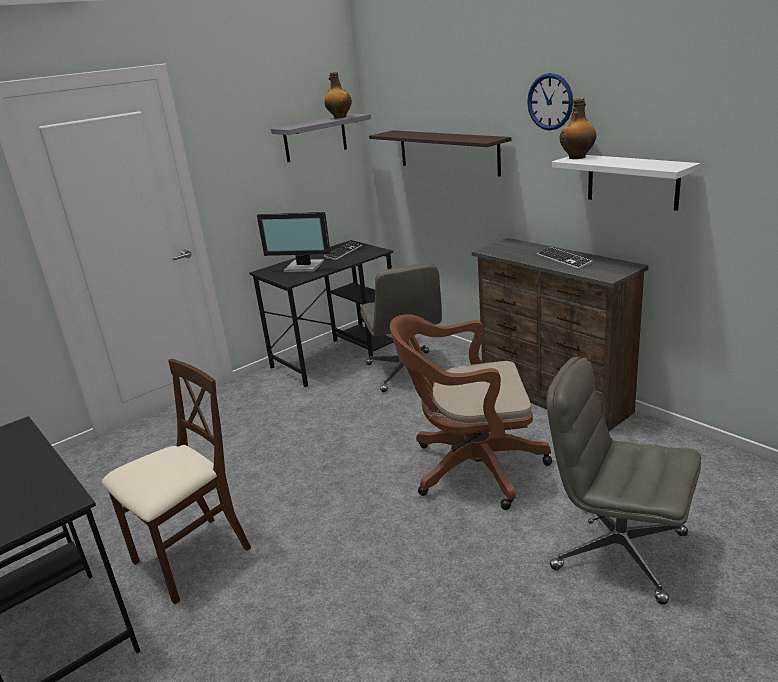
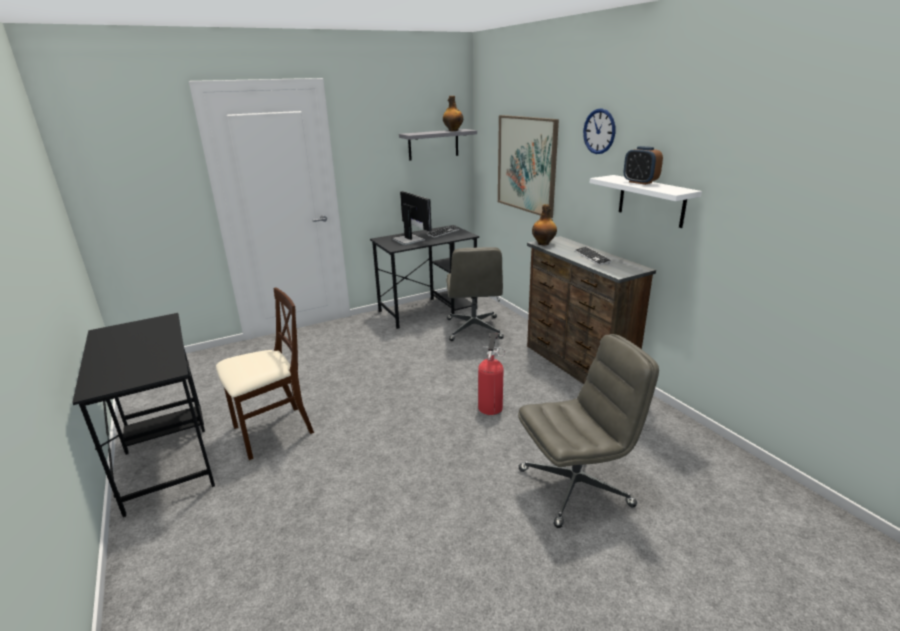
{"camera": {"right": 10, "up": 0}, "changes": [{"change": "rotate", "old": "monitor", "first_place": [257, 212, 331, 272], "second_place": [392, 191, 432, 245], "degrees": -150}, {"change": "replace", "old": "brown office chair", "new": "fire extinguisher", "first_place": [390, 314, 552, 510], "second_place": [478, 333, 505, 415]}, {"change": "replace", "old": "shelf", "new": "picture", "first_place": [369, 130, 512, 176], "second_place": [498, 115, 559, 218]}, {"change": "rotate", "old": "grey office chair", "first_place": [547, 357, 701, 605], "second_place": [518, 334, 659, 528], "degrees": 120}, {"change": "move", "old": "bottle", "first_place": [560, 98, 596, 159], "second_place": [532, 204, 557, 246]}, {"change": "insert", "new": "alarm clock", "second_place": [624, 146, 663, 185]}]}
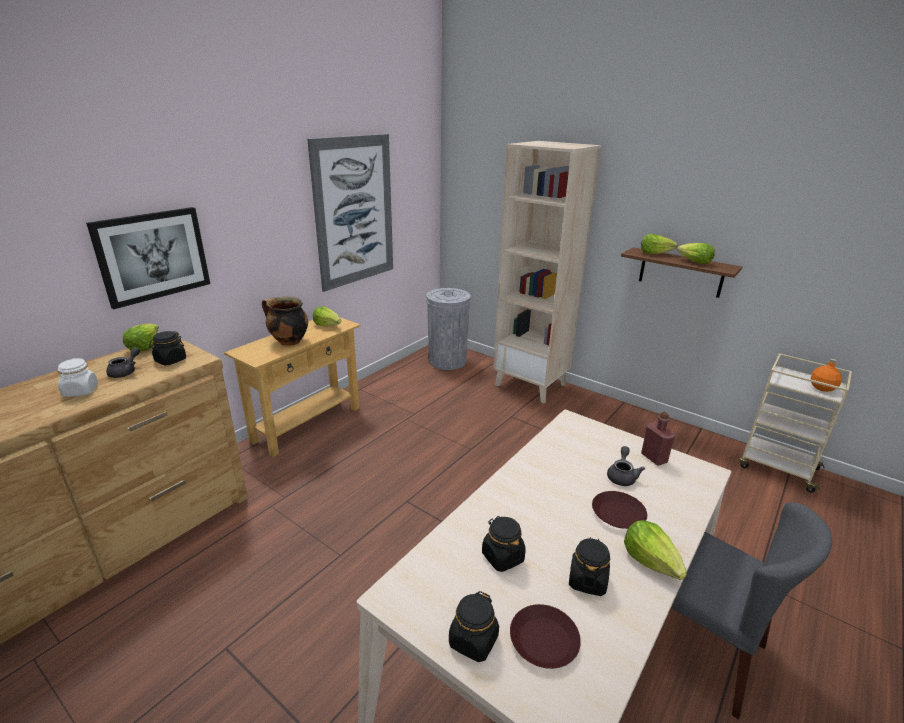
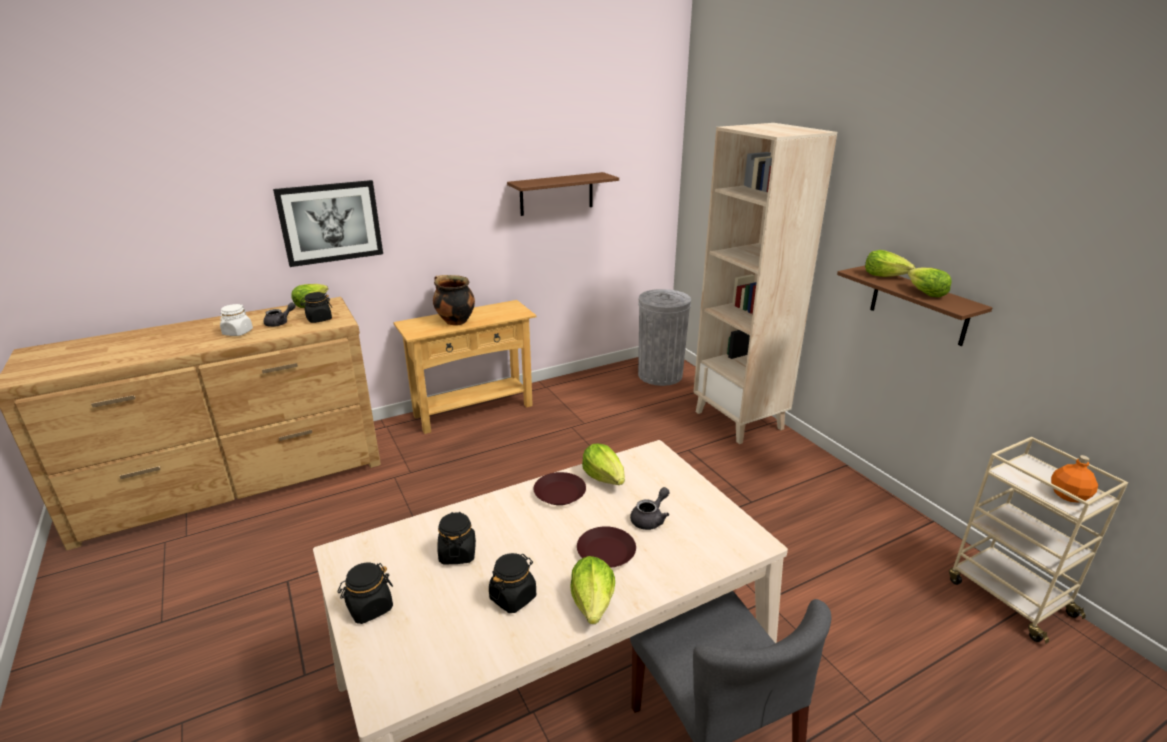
{"camera": {"right": 25, "up": 0}, "changes": [{"change": "replace", "old": "picture", "new": "brown shelf", "first_place": [307, 134, 393, 292], "second_place": [507, 172, 619, 216]}, {"change": "move", "old": "brown plate", "first_place": [510, 604, 581, 669], "second_place": [534, 472, 586, 505]}, {"change": "move", "old": "lettuce", "first_place": [313, 306, 341, 326], "second_place": [582, 444, 625, 485]}, {"change": "delete", "old": "red bottle", "first_place": [641, 412, 676, 466]}]}
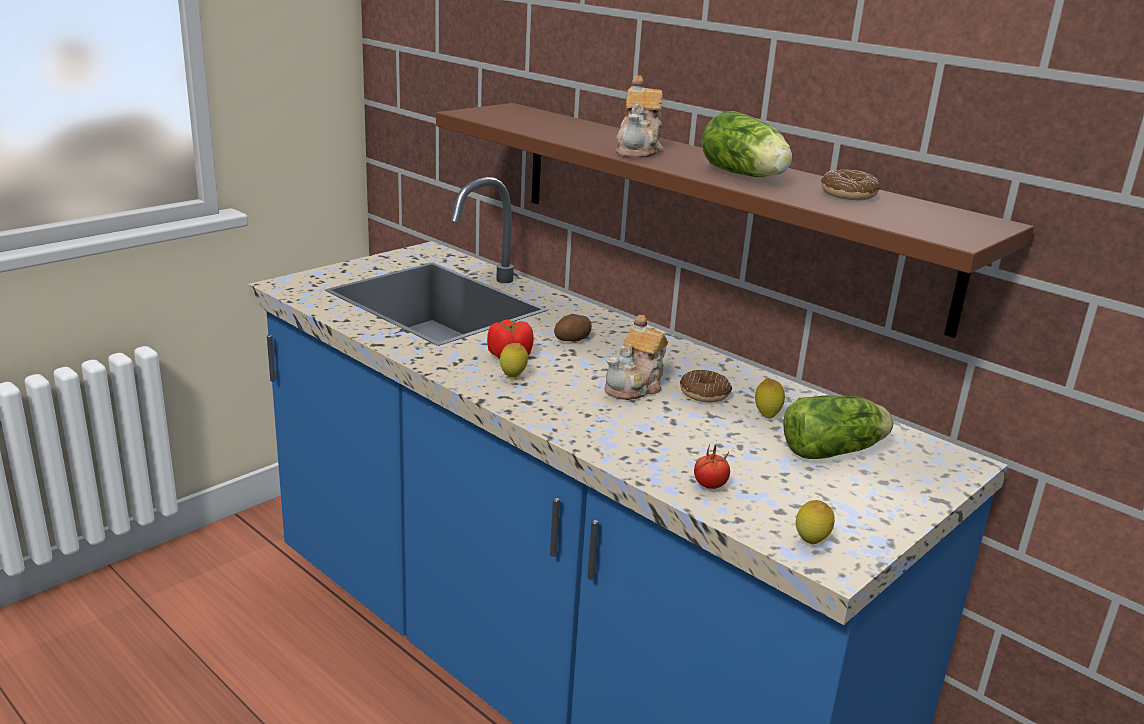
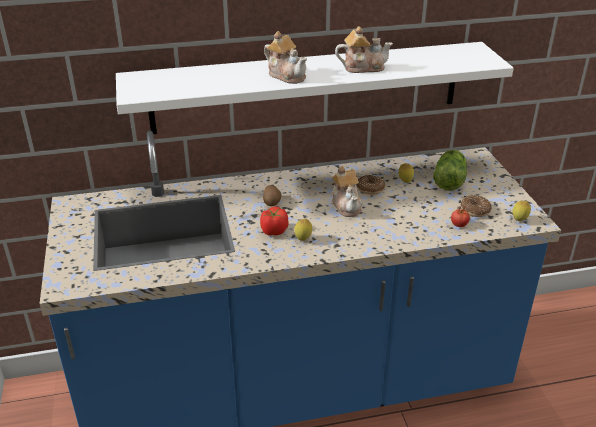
{"camera": {"right": -55, "up": 10}, "changes": [{"change": "recolor", "old": "brown shelf", "new": "white shelf", "first_place": [436, 103, 1034, 338], "second_place": [116, 42, 514, 134]}, {"change": "replace", "old": "lettuce", "new": "teapot", "first_place": [702, 111, 792, 177], "second_place": [335, 26, 393, 73]}, {"change": "move", "old": "donut", "first_place": [821, 170, 880, 200], "second_place": [461, 195, 492, 217]}]}
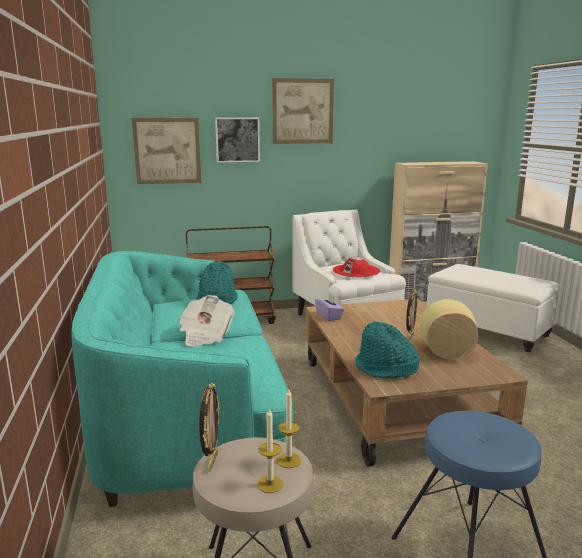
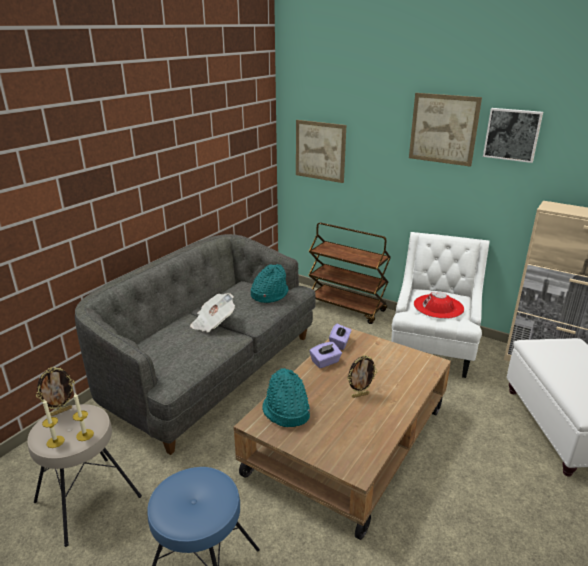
{"camera": {"right": 45, "up": 10}, "changes": [{"change": "recolor", "old": "turquoise sofa", "new": "grey sofa", "first_place": [71, 251, 293, 507], "second_place": [75, 234, 316, 455]}, {"change": "insert", "new": "purple tissue box", "second_place": [310, 342, 342, 368]}, {"change": "move", "old": "picture", "first_place": [215, 117, 260, 163], "second_place": [483, 108, 543, 163]}, {"change": "delete", "old": "vase", "first_place": [420, 299, 478, 359]}]}
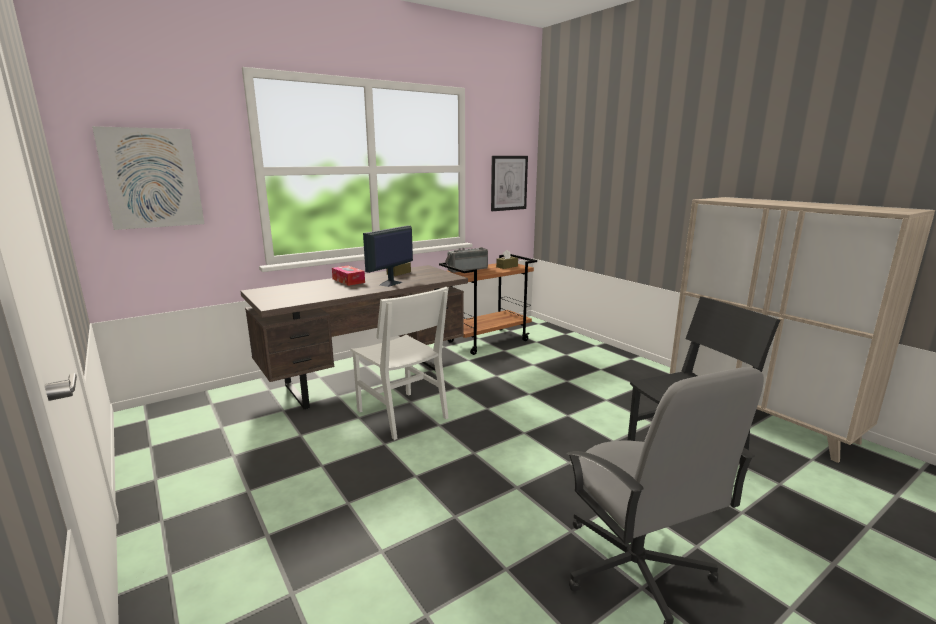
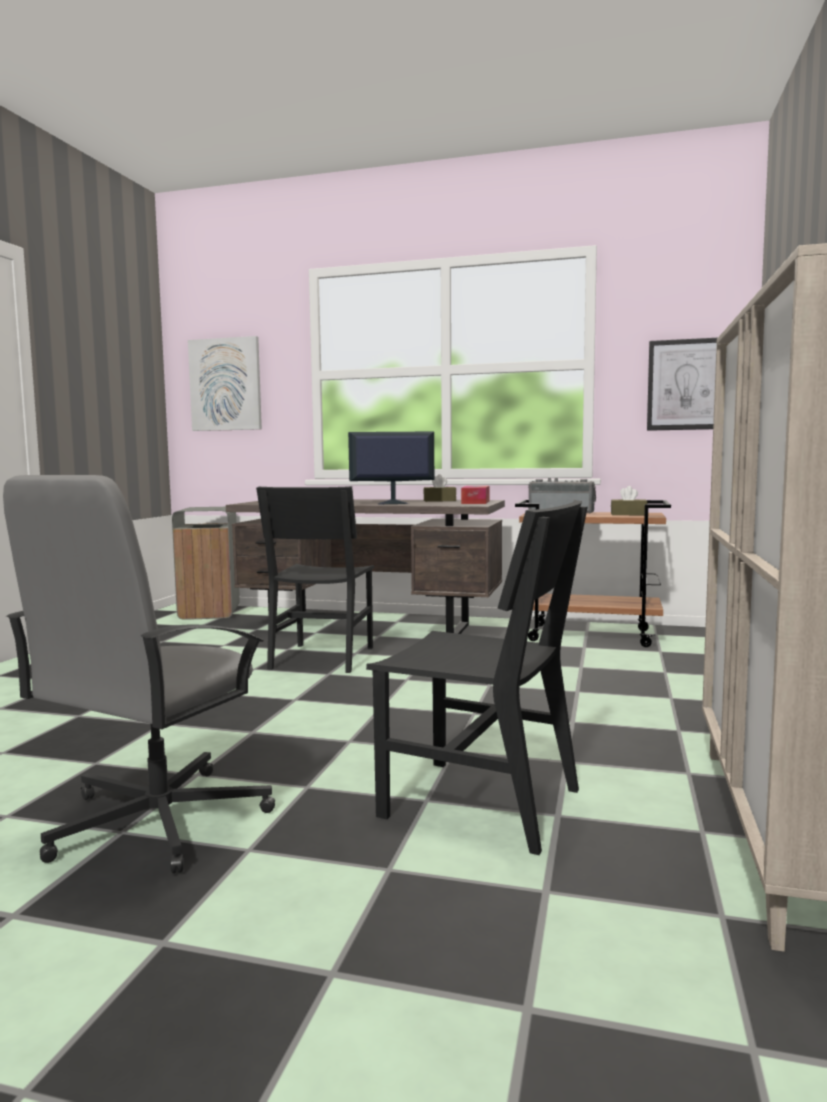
{"camera": {"right": 50, "up": -10}, "changes": [{"change": "insert", "new": "grey trash can", "second_place": [172, 507, 240, 620]}, {"change": "recolor", "old": "white chair", "new": "black chair", "first_place": [350, 287, 449, 440], "second_place": [256, 486, 374, 673]}, {"change": "move", "old": "tissue box", "first_place": [332, 266, 365, 286], "second_place": [461, 486, 490, 504]}]}
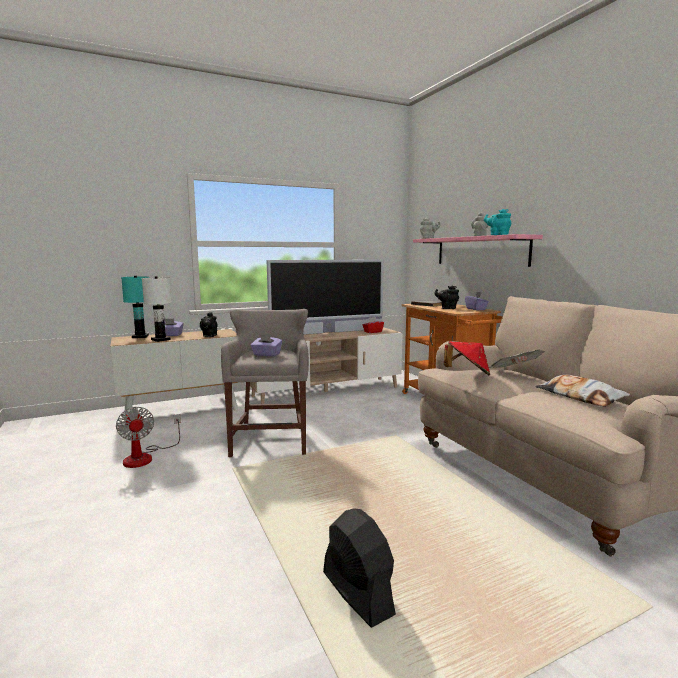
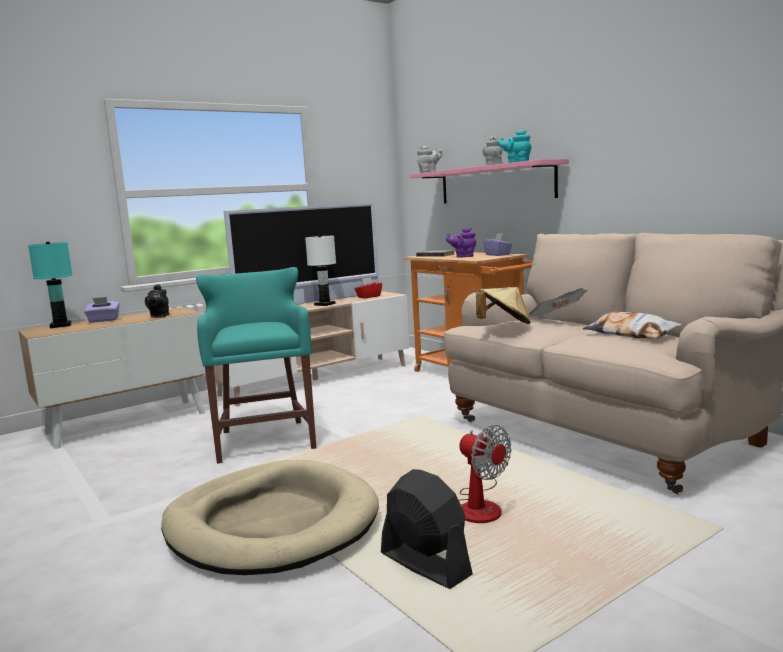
{"camera": {"right": -10, "up": 0}, "changes": [{"change": "insert", "new": "beige dog bed", "second_place": [161, 460, 379, 575]}, {"change": "recolor", "old": "grey stool", "new": "turquoise stool", "first_place": [221, 309, 309, 457], "second_place": [196, 267, 316, 464]}, {"change": "move", "old": "white table lamp", "first_place": [142, 276, 172, 342], "second_place": [305, 235, 336, 306]}, {"change": "recolor", "old": "black teapot", "new": "purple teapot", "first_place": [434, 286, 459, 309], "second_place": [446, 228, 476, 258]}, {"change": "move", "old": "fan", "first_place": [116, 407, 181, 468], "second_place": [459, 425, 511, 523]}, {"change": "recolor", "old": "red hat", "new": "beige hat", "first_place": [444, 342, 490, 375], "second_place": [476, 287, 531, 324]}, {"change": "delete", "old": "purple tissue box", "first_place": [251, 334, 282, 357]}]}
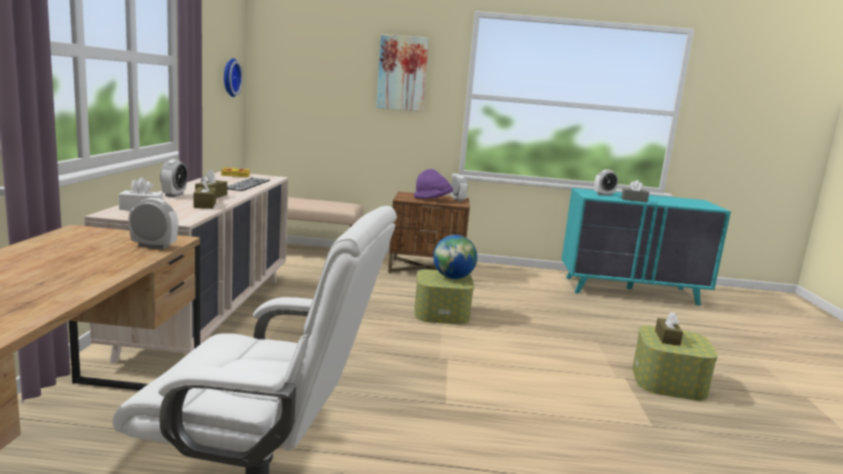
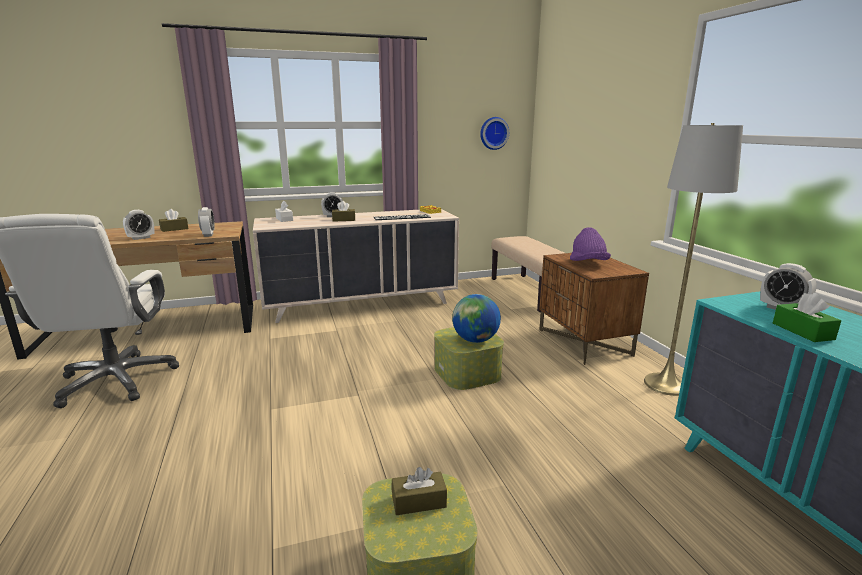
{"camera": {"right": 70, "up": 5}, "changes": [{"change": "move", "old": "alarm clock", "first_place": [451, 176, 468, 201], "second_place": [123, 210, 154, 240]}, {"change": "move", "old": "brown tissue box", "first_place": [193, 176, 216, 209], "second_place": [159, 209, 189, 232]}, {"change": "insert", "new": "grey floor lamp", "second_place": [644, 123, 743, 396]}, {"change": "recolor", "old": "grey tissue box", "new": "green tissue box", "first_place": [621, 180, 649, 202], "second_place": [773, 293, 841, 342]}, {"change": "delete", "old": "picture", "first_place": [376, 34, 429, 112]}]}
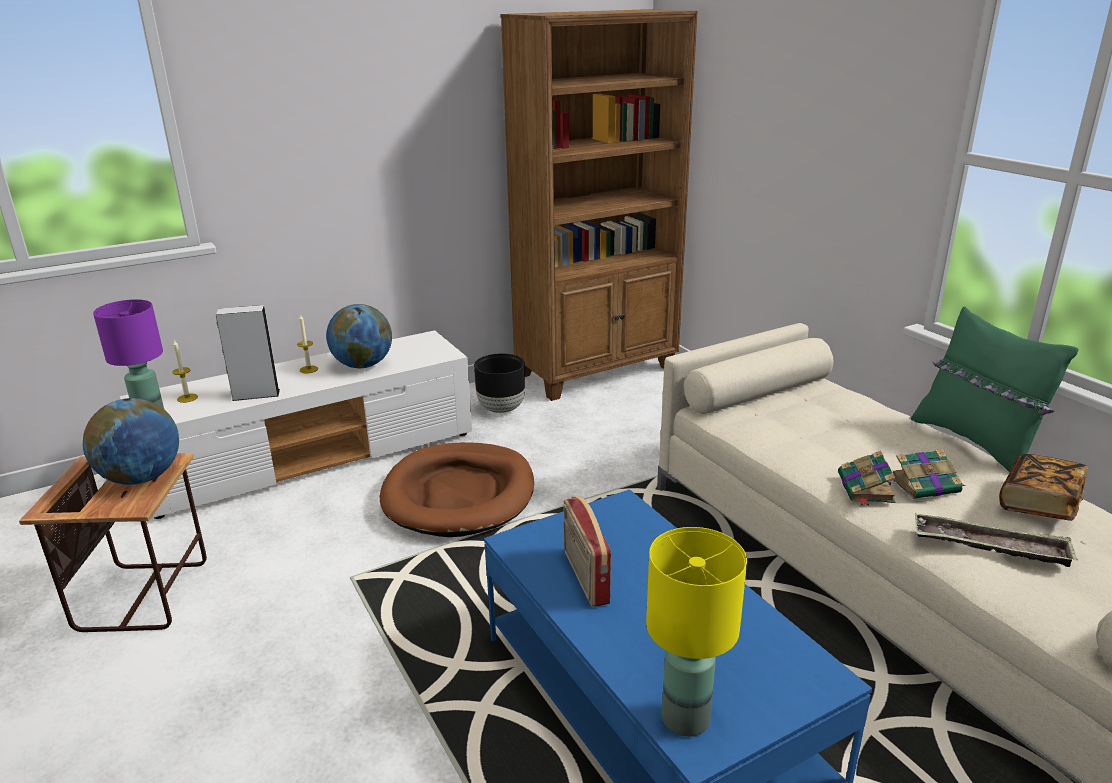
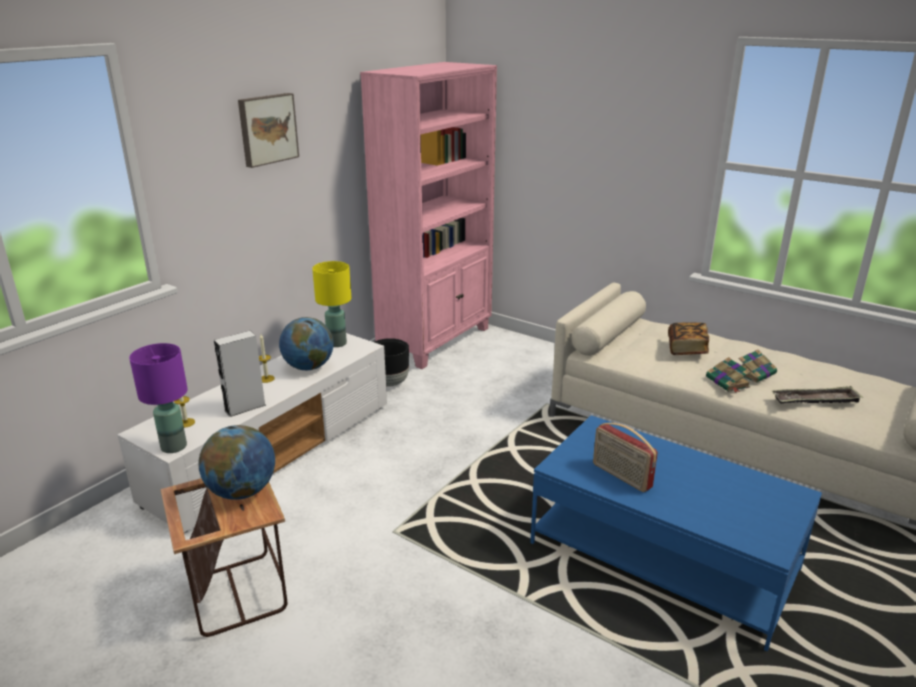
{"camera": {"right": -25, "up": 0}, "changes": [{"change": "insert", "new": "picture", "second_place": [238, 93, 299, 168]}, {"change": "move", "old": "yellow table lamp", "first_place": [646, 527, 747, 737], "second_place": [312, 261, 351, 347]}, {"change": "recolor", "old": "brown bookcase", "new": "pink bookcase", "first_place": [501, 9, 698, 401], "second_place": [360, 62, 497, 369]}, {"change": "move", "old": "book", "first_place": [999, 454, 1088, 521], "second_place": [668, 322, 709, 355]}, {"change": "delete", "old": "brown dog bed", "first_place": [380, 442, 534, 537]}, {"change": "delete", "old": "green pillow", "first_place": [911, 306, 1079, 472]}]}
